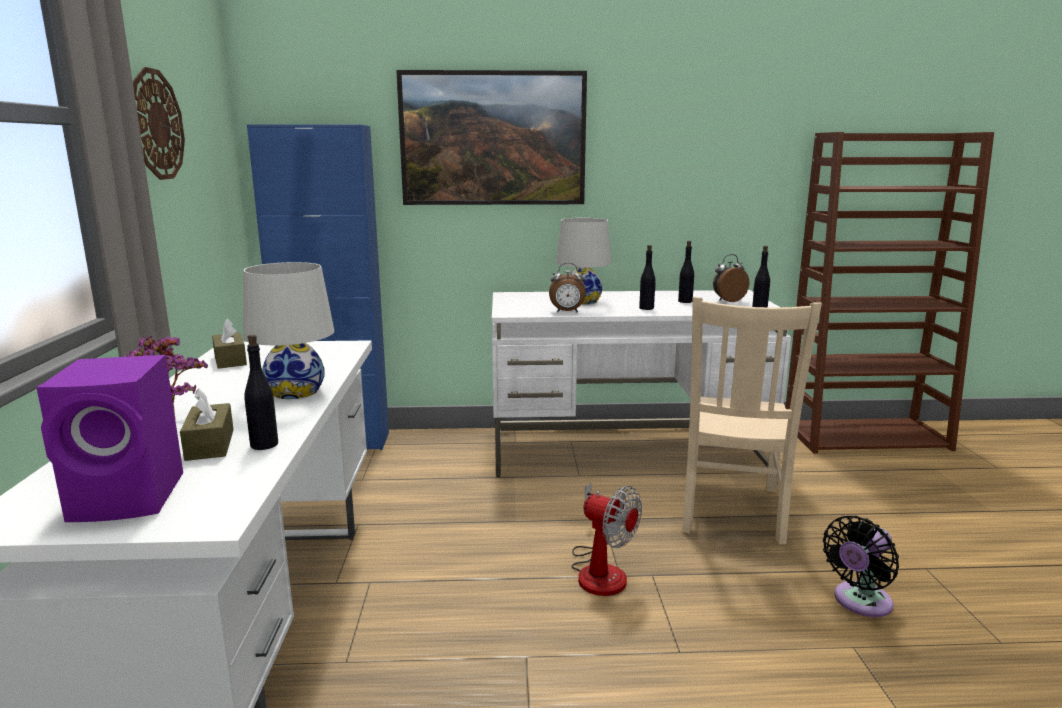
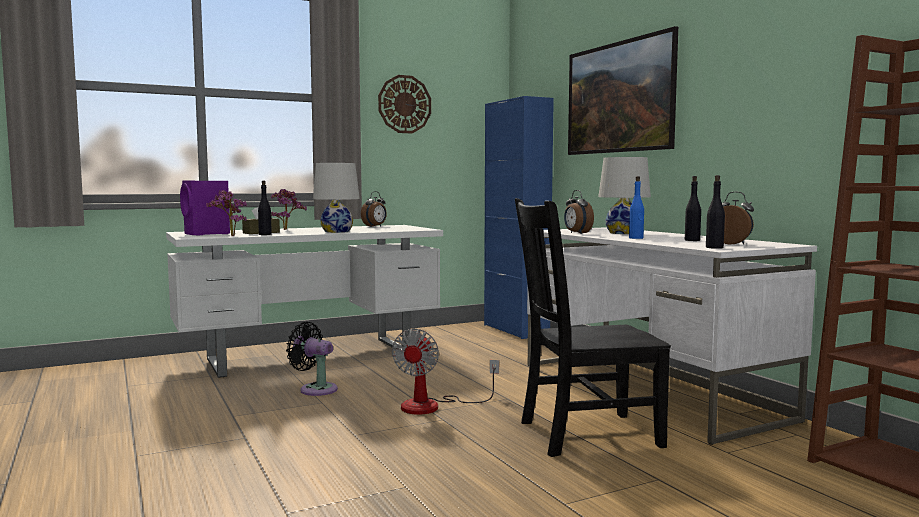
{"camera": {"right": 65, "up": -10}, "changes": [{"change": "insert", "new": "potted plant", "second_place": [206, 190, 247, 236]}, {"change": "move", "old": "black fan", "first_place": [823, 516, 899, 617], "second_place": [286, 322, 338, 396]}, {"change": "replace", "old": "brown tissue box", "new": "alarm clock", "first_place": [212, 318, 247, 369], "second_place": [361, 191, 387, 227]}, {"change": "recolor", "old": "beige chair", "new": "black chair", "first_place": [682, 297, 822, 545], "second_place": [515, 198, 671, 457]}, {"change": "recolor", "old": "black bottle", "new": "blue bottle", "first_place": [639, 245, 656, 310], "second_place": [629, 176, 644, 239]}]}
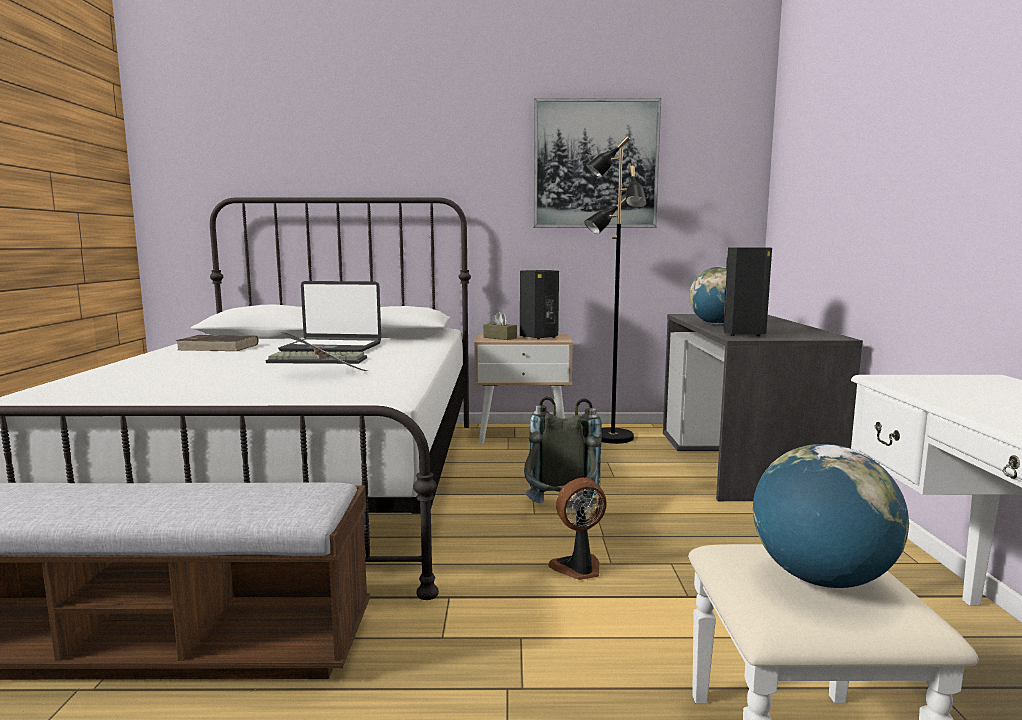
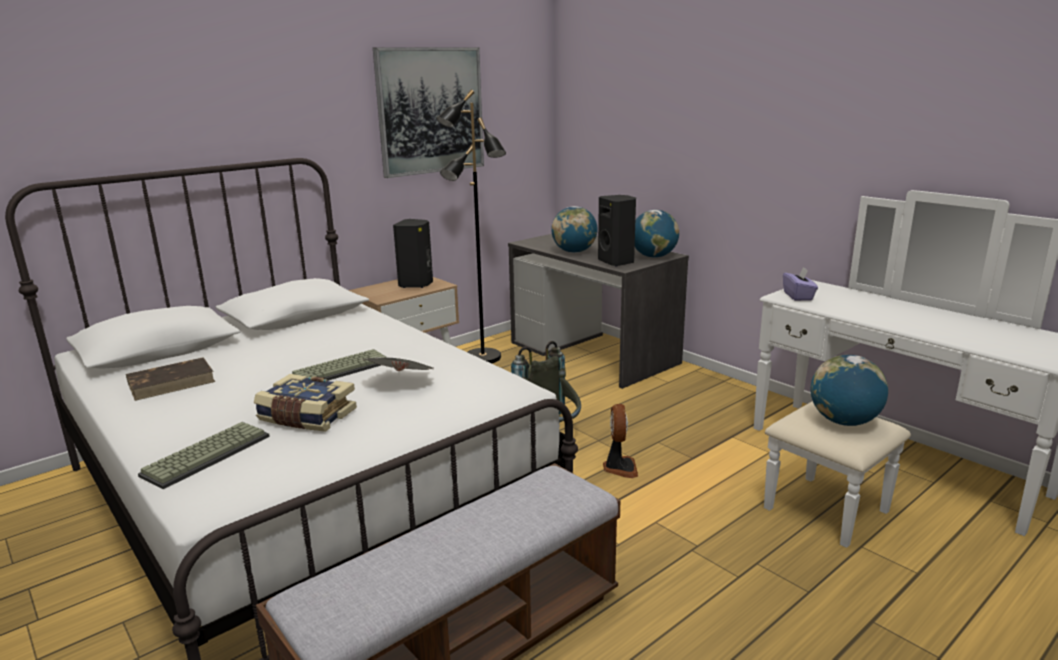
{"camera": {"right": -40, "up": 10}, "changes": [{"change": "insert", "new": "keyboard", "second_place": [138, 422, 270, 489]}, {"change": "insert", "new": "book", "second_place": [254, 374, 357, 432]}, {"change": "rotate", "old": "fan", "first_place": [548, 477, 607, 580], "second_place": [603, 404, 638, 478], "degrees": 150}, {"change": "insert", "new": "globe", "second_place": [635, 210, 679, 258]}, {"change": "insert", "new": "purple tissue box", "second_place": [783, 267, 818, 301]}, {"change": "delete", "old": "laptop", "first_place": [278, 281, 381, 352]}, {"change": "delete", "old": "brown tissue box", "first_place": [483, 312, 517, 340]}]}
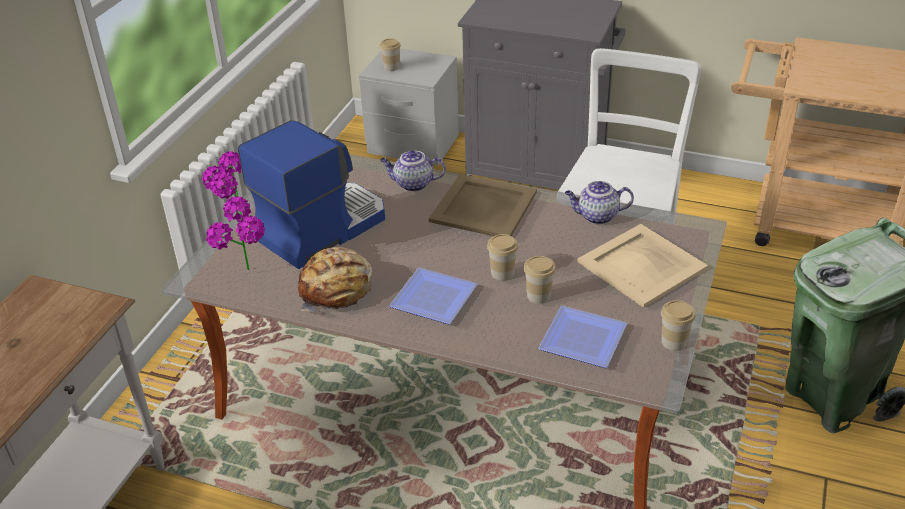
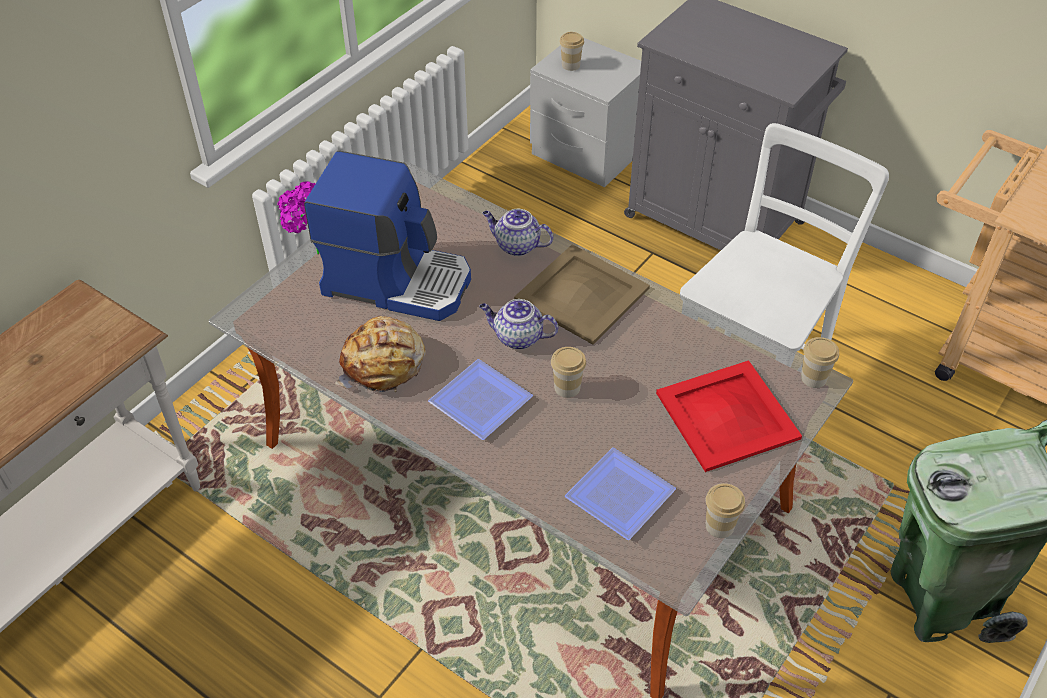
{"camera": {"right": 15, "up": 10}, "changes": [{"change": "rotate", "old": "coffee machine", "first_place": [238, 120, 385, 269], "second_place": [304, 151, 471, 321], "degrees": 45}, {"change": "move", "old": "teapot", "first_place": [565, 181, 634, 224], "second_place": [479, 299, 558, 349]}, {"change": "recolor", "old": "beige tray", "new": "red tray", "first_place": [577, 224, 708, 308], "second_place": [656, 360, 802, 472]}, {"change": "move", "old": "cup", "first_place": [524, 256, 556, 304], "second_place": [801, 337, 839, 388]}, {"change": "delete", "old": "potted plant", "first_place": [206, 196, 265, 270]}]}
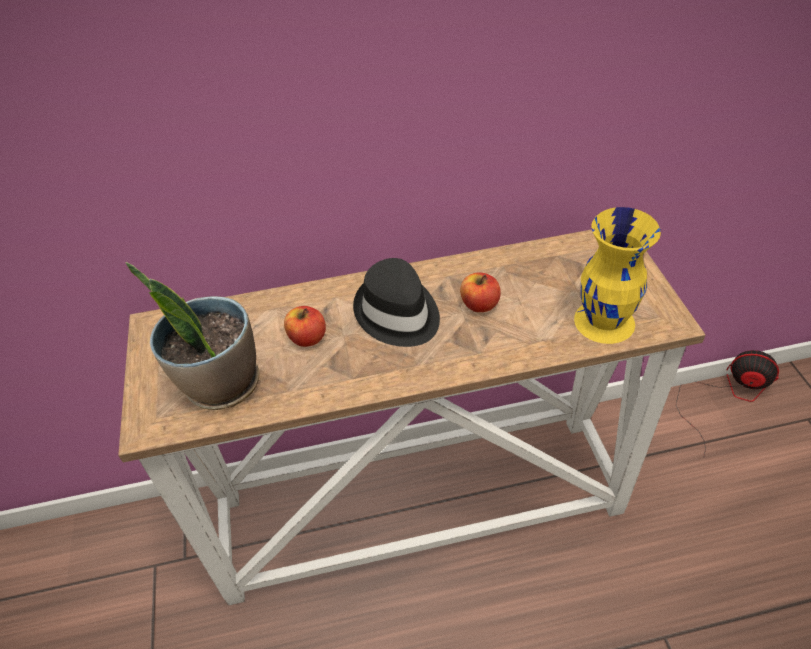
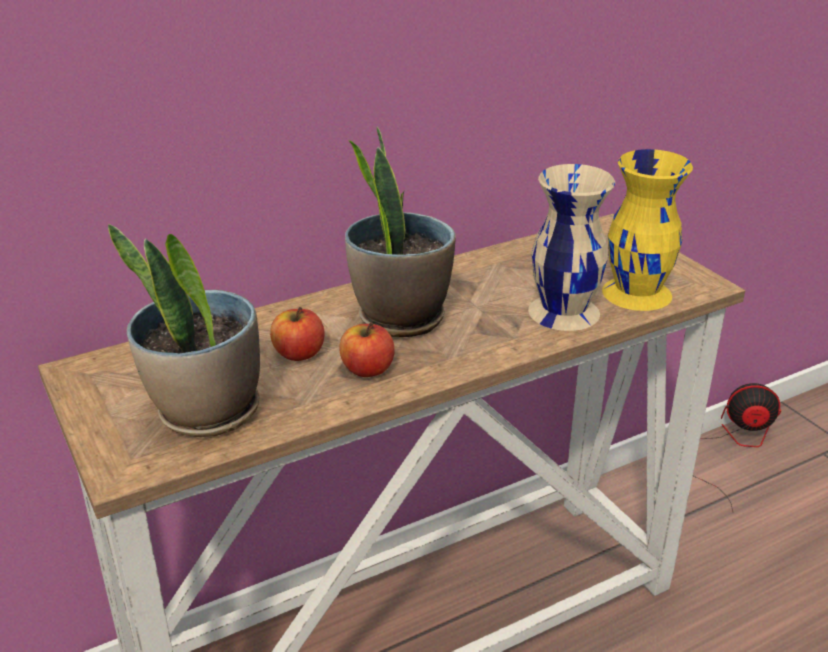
{"camera": {"right": -20, "up": -15}, "changes": [{"change": "move", "old": "apple", "first_place": [460, 272, 501, 312], "second_place": [339, 322, 395, 377]}, {"change": "replace", "old": "black hat", "new": "potted plant", "first_place": [353, 258, 440, 347], "second_place": [345, 127, 456, 337]}, {"change": "insert", "new": "beige vase", "second_place": [528, 164, 615, 331]}]}
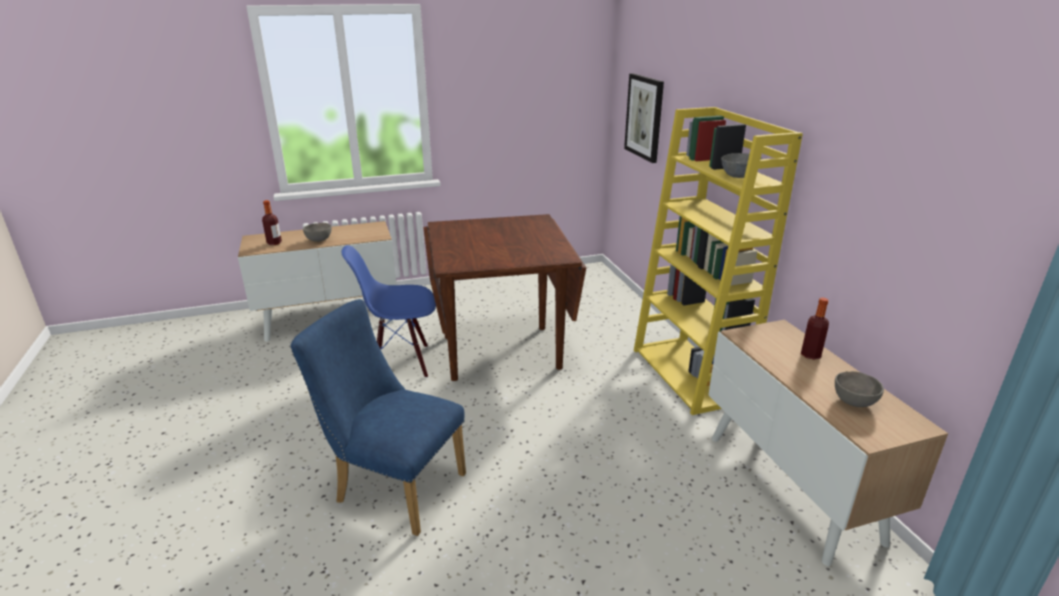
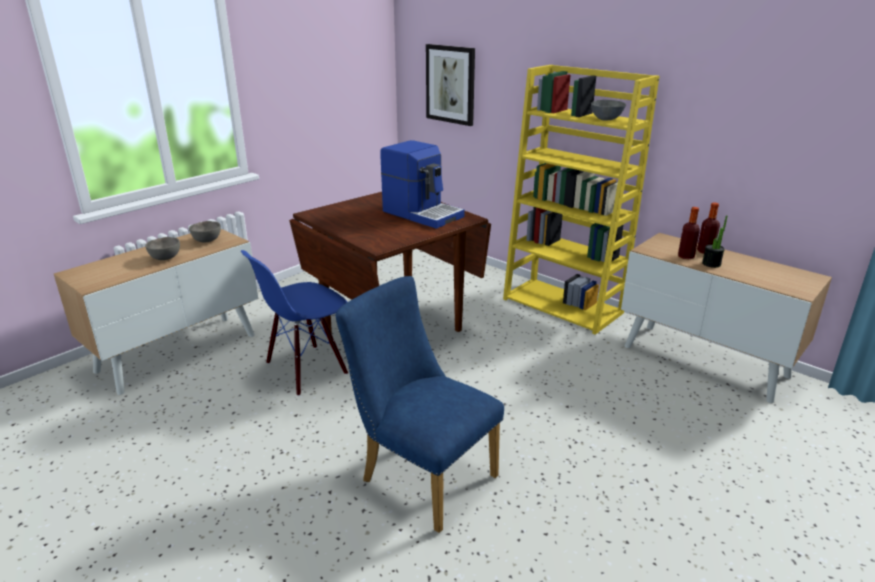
{"camera": {"right": -30, "up": 0}, "changes": [{"change": "move", "old": "grey bowl", "first_place": [835, 371, 884, 407], "second_place": [189, 221, 221, 242]}, {"change": "rotate", "old": "blue chair", "first_place": [290, 299, 466, 536], "second_place": [335, 276, 504, 533], "degrees": 45}, {"change": "insert", "new": "coffee machine", "second_place": [380, 140, 464, 229]}, {"change": "move", "old": "bottle", "first_place": [262, 200, 282, 245], "second_place": [678, 207, 700, 259]}, {"change": "insert", "new": "potted plant", "second_place": [702, 215, 727, 268]}]}
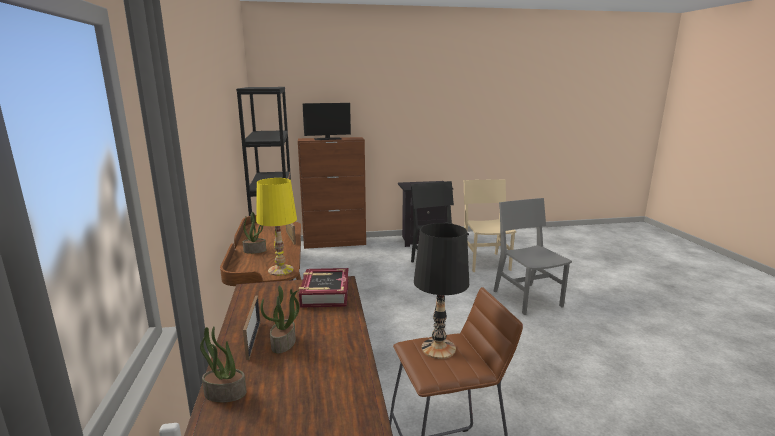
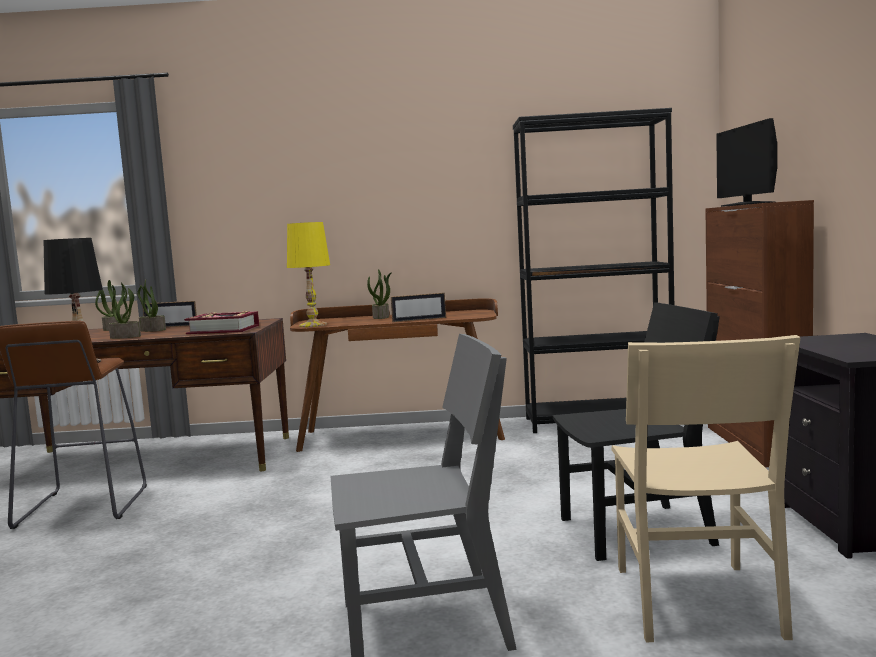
{"camera": {"right": 100, "up": -10}, "changes": [{"change": "insert", "new": "potted plant", "second_place": [109, 282, 141, 339]}, {"change": "rotate", "old": "beige chair", "first_place": [464, 179, 516, 272], "second_place": [611, 335, 801, 642], "degrees": 90}]}
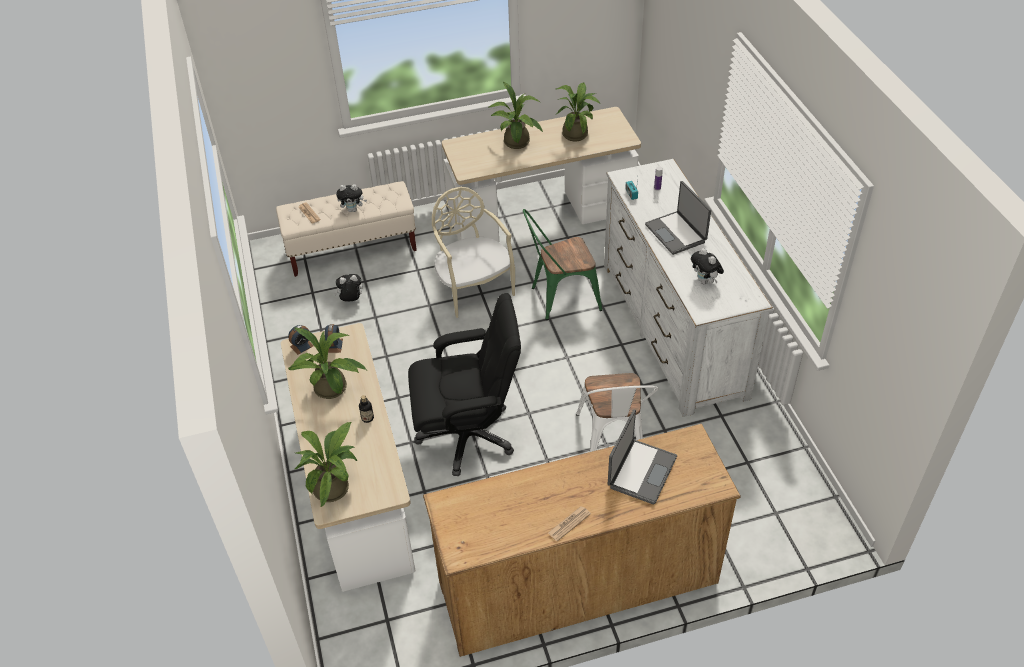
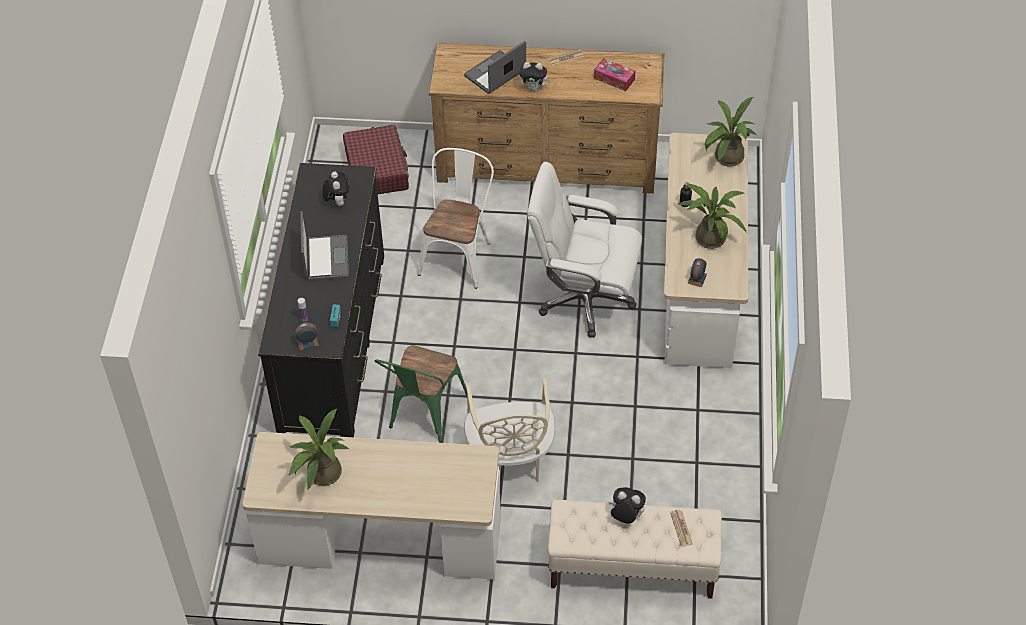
{"camera": {"right": -160, "up": 5}, "changes": [{"change": "recolor", "old": "white dresser", "new": "black dresser", "first_place": [604, 159, 773, 417], "second_place": [258, 163, 384, 437]}, {"change": "move", "old": "alarm clock", "first_place": [288, 325, 314, 355], "second_place": [294, 322, 319, 350]}, {"change": "insert", "new": "red suitcase", "second_place": [343, 125, 409, 194]}, {"change": "rotate", "old": "green chair", "first_place": [523, 209, 602, 320], "second_place": [374, 345, 467, 443], "degrees": 105}, {"change": "move", "old": "plush toy", "first_place": [334, 274, 363, 301], "second_place": [519, 62, 551, 92]}, {"change": "recolor", "old": "black office chair", "new": "white office chair", "first_place": [408, 293, 521, 476], "second_place": [527, 162, 642, 338]}, {"change": "insert", "new": "tissue box", "second_place": [594, 58, 635, 91]}, {"change": "delete", "old": "potted plant", "first_place": [489, 81, 543, 149]}]}
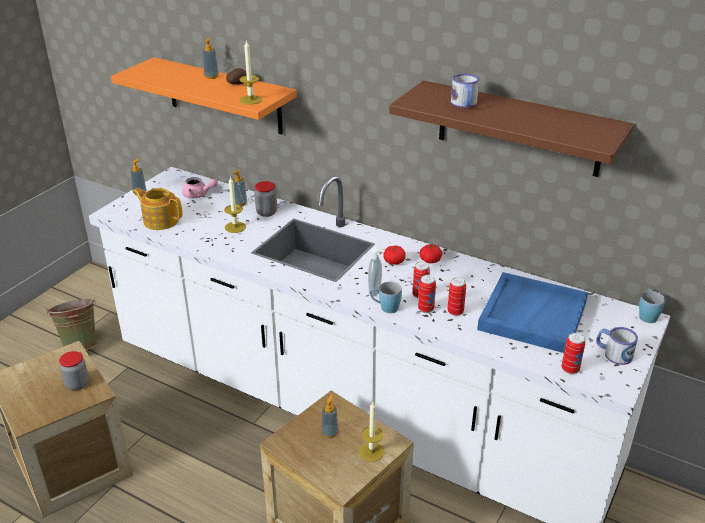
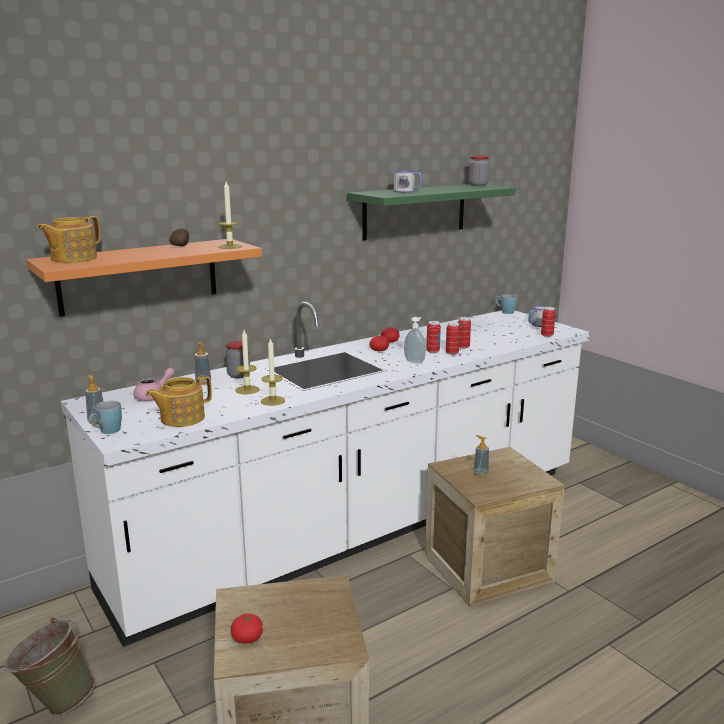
{"camera": {"right": -65, "up": -15}, "changes": [{"change": "insert", "new": "teapot", "second_place": [37, 216, 101, 263]}, {"change": "move", "old": "blue mug", "first_place": [370, 282, 402, 313], "second_place": [89, 401, 122, 434]}, {"change": "insert", "new": "tomato", "second_place": [231, 614, 263, 644]}, {"change": "move", "old": "candle", "first_place": [359, 402, 385, 462], "second_place": [261, 338, 285, 406]}, {"change": "recolor", "old": "brown shelf", "new": "green shelf", "first_place": [389, 80, 634, 177], "second_place": [348, 184, 516, 241]}, {"change": "move", "old": "jar", "first_place": [59, 351, 89, 390], "second_place": [469, 156, 489, 186]}, {"change": "delete", "old": "soap dispenser", "first_place": [203, 38, 219, 79]}, {"change": "delete", "old": "blue tray", "first_place": [477, 272, 588, 353]}]}
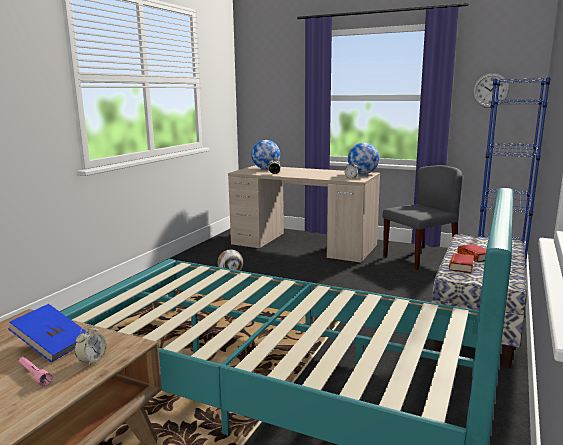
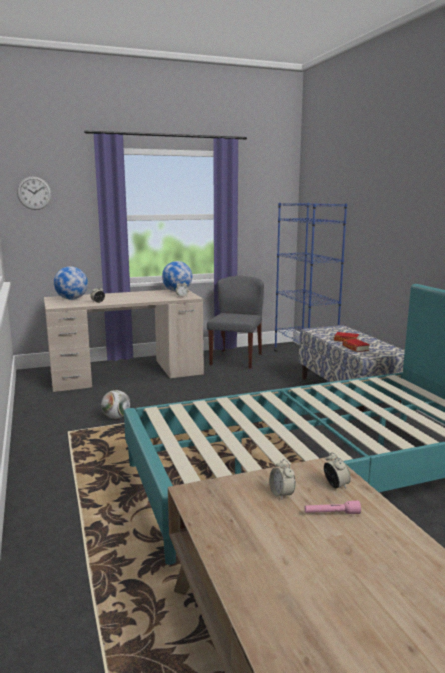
{"camera": {"right": -45, "up": 0}, "changes": [{"change": "move", "old": "wall clock", "first_place": [473, 73, 509, 108], "second_place": [17, 176, 52, 210]}, {"change": "replace", "old": "blue book", "new": "alarm clock", "first_place": [8, 304, 88, 363], "second_place": [269, 459, 296, 500]}]}
